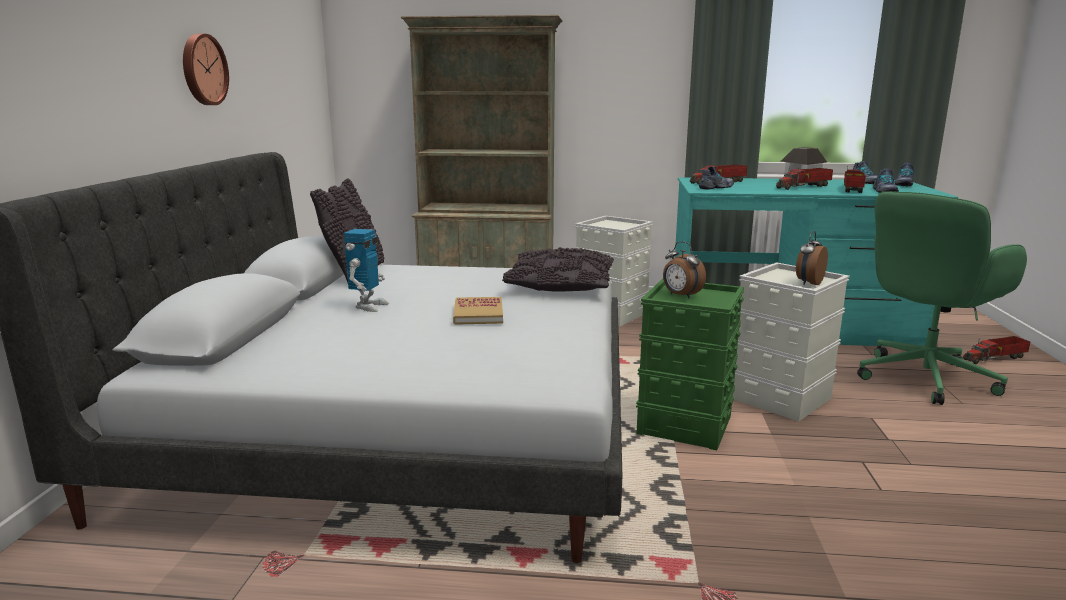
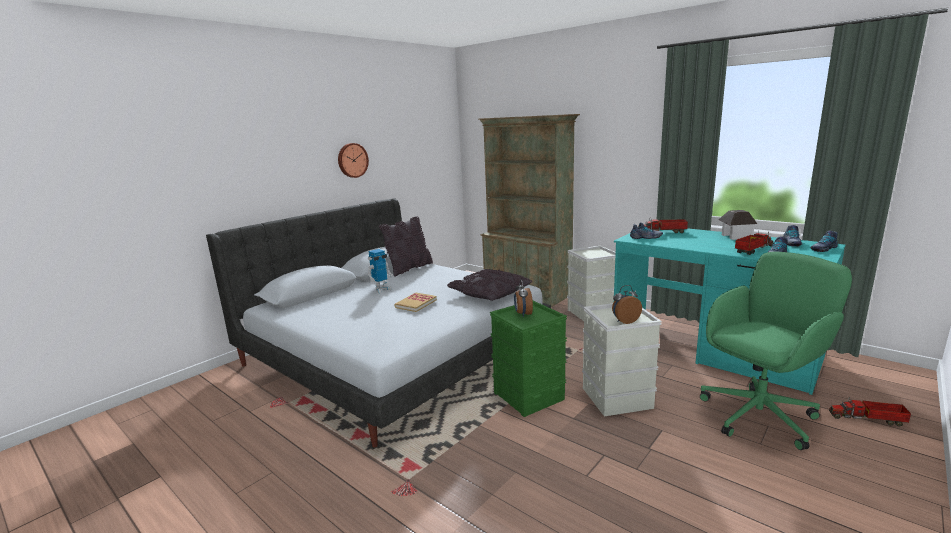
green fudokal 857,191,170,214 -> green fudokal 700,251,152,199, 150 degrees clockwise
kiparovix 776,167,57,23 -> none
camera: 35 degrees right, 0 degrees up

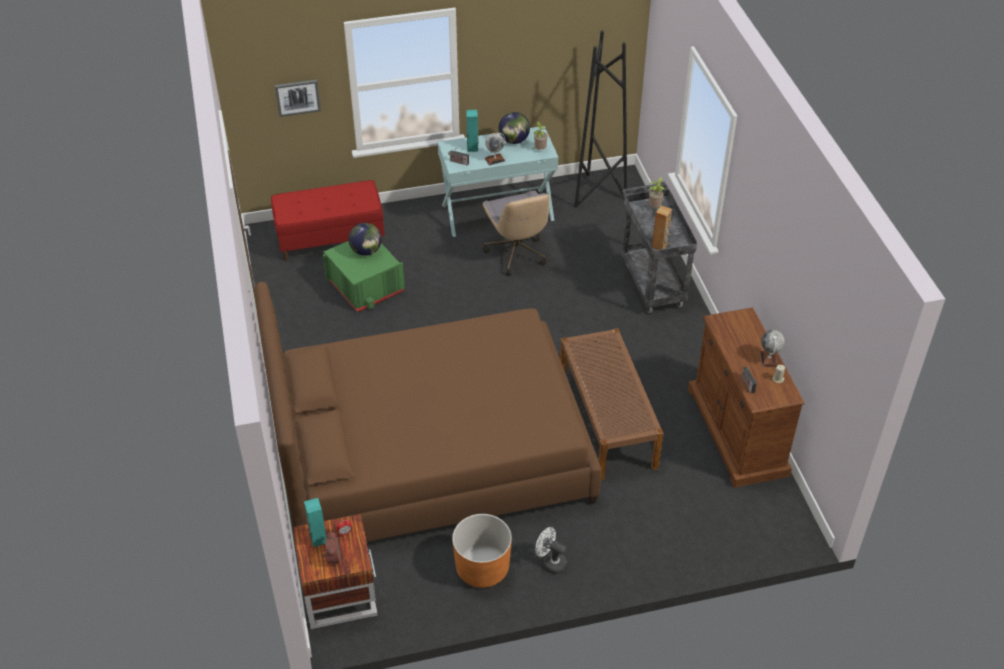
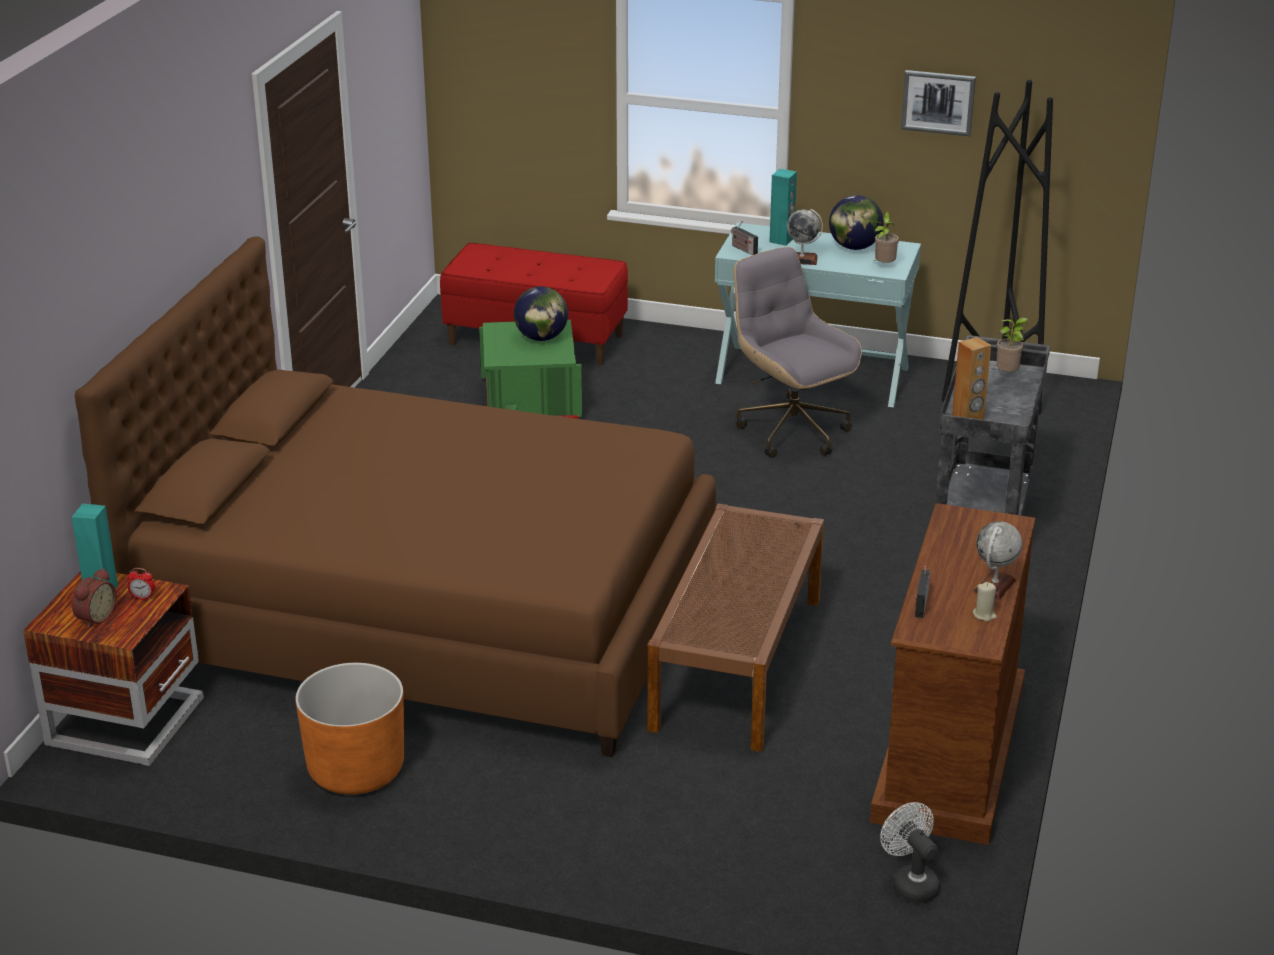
grey fudokal 483,191,66,85 -> grey fudokal 733,247,129,211, 135 degrees clockwise
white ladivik 535,527,32,47 -> white ladivik 880,802,60,101, move
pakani 275,80,46,37 -> pakani 901,70,75,66, move
camera: 30 degrees right, 15 degrees down

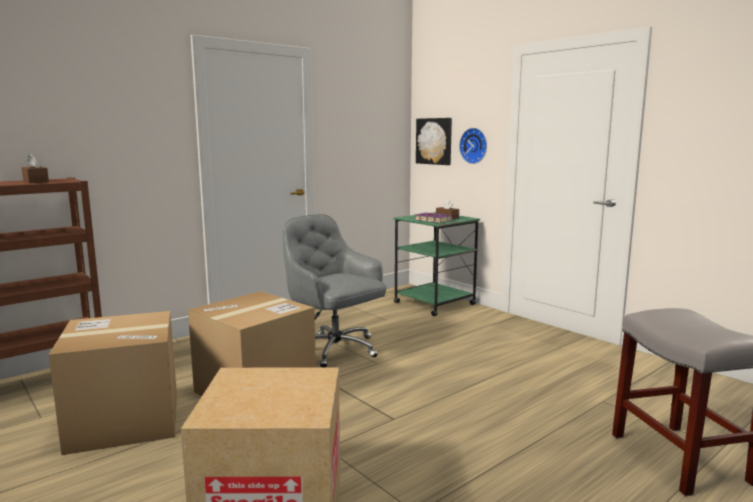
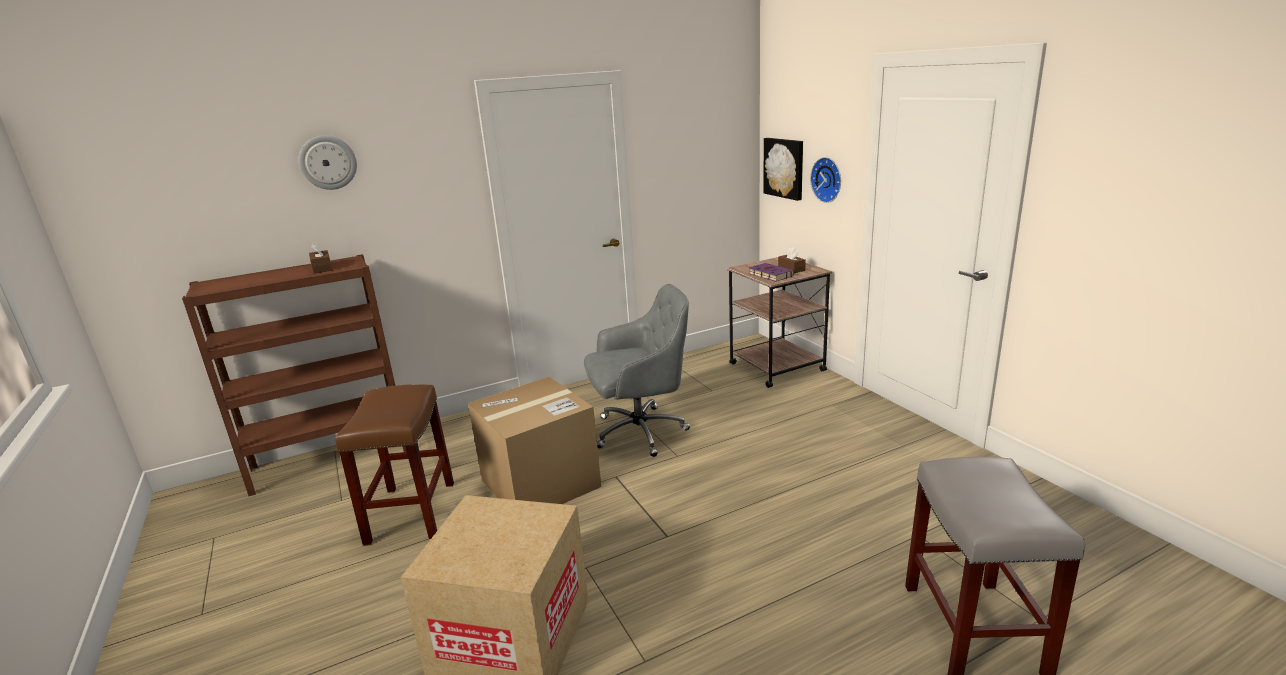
none -> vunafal 299,135,58,55
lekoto 49,311,128,144 -> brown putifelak 335,384,119,162
grey fudokal 283,214,104,153 -> grey fudokal 584,284,106,173, 105 degrees clockwise
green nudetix 393,212,87,104 -> brown nudetix 727,257,105,131
camera: 15 degrees right, 10 degrees up

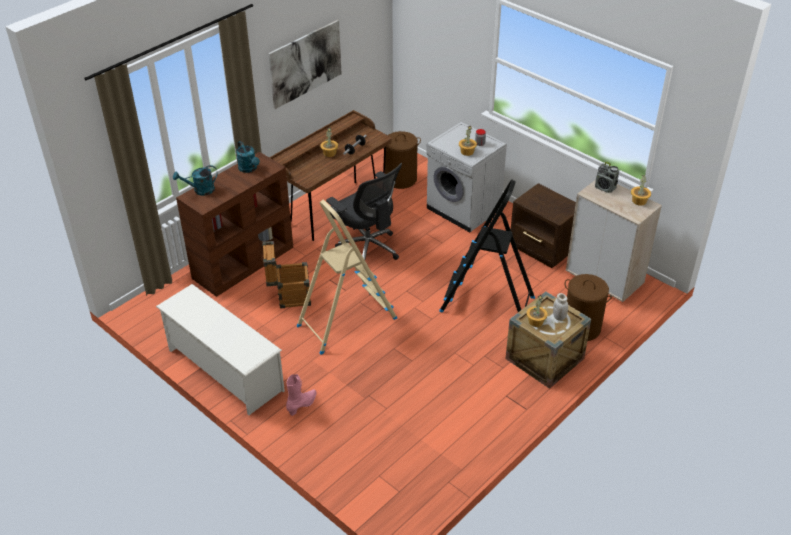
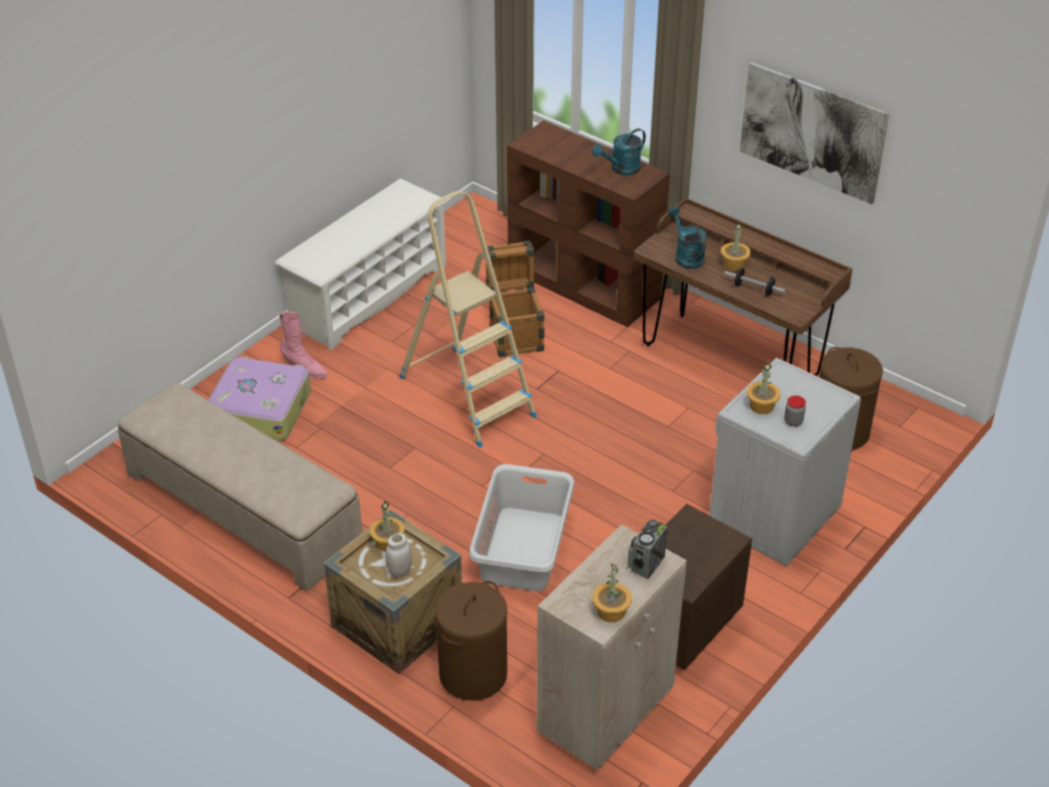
none -> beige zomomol 118,383,244,208
none -> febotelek 208,356,103,85
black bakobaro 439,179,96,133 -> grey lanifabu 469,464,106,127
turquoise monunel 173,165,44,31 -> turquoise monunel 668,206,39,63, move
fudokal 326,163,76,97 -> none
camera: 85 degrees right, 0 degrees up

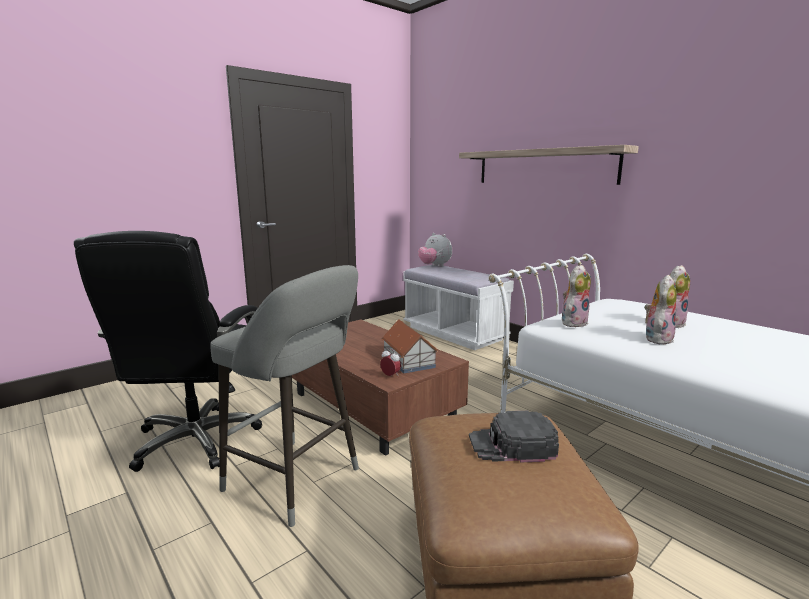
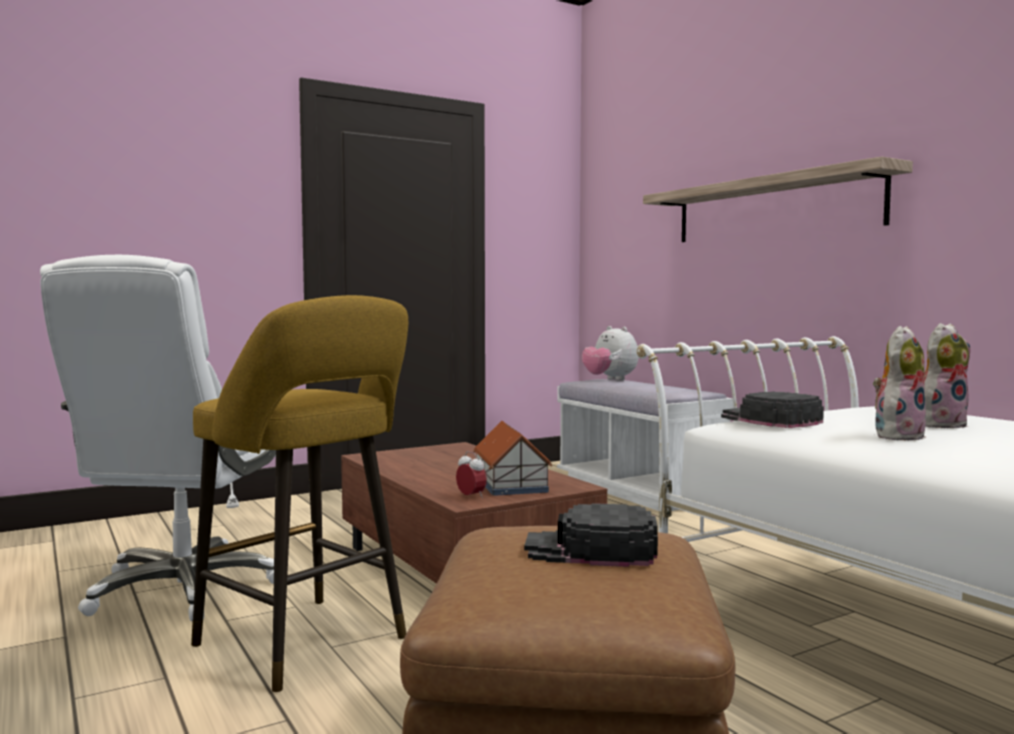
black fudokal 74,231,188,241 -> white fudokal 40,255,236,366
grey putifelak 210,265,149,262 -> yellow putifelak 191,295,217,397
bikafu 562,265,29,62 -> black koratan 721,391,103,37
camera: 10 degrees right, 10 degrees down

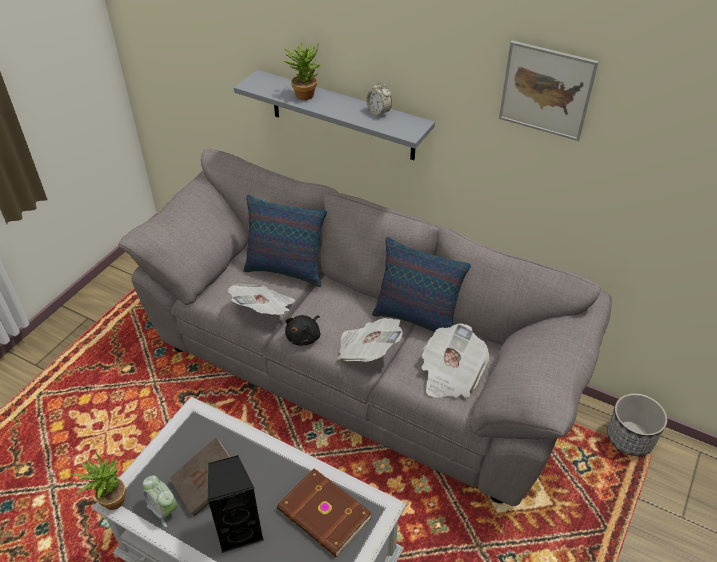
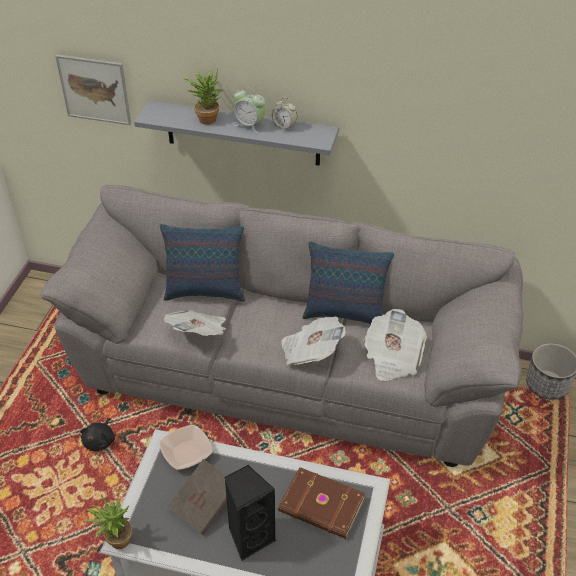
pakani 499,40,100,101 -> pakani 55,54,76,71, move
black bikafu 285,315,35,31 -> black bikafu 80,418,35,33, move
none -> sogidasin 160,425,52,45
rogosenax 143,475,34,52 -> rogosenax 234,87,31,46, move
camera: 15 degrees left, 0 degrees up

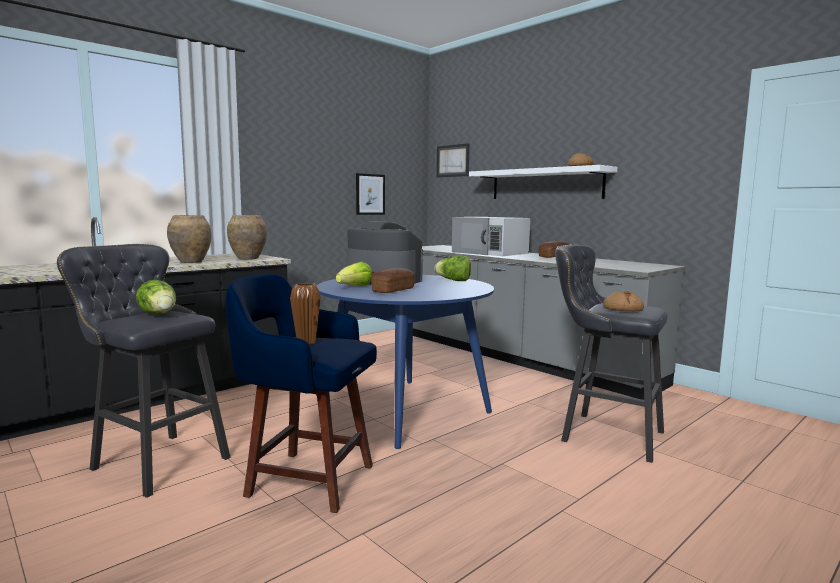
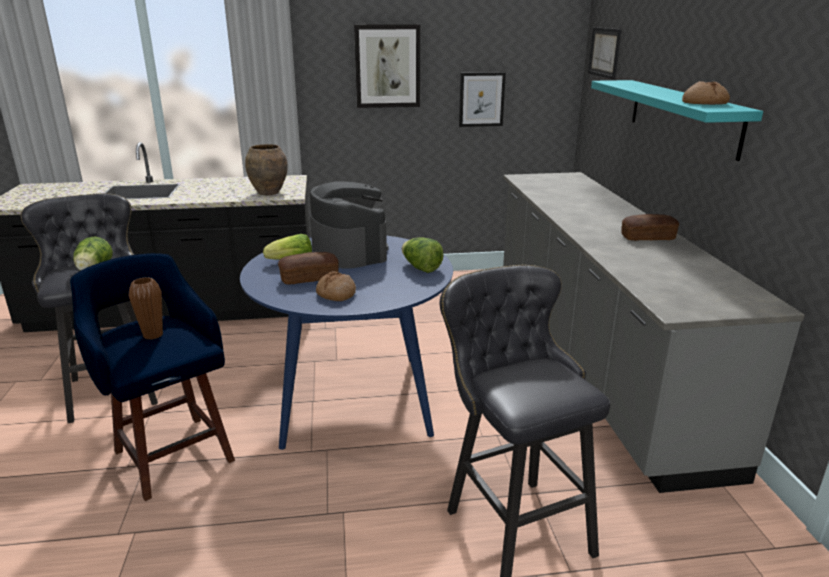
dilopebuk 603,291,41,20 -> dilopebuk 316,271,40,30, move
none -> pakani 354,24,66,84
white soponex 469,165,148,34 -> turquoise soponex 591,80,172,81
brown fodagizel 167,215,45,48 -> none
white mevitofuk 452,217,78,39 -> none
camera: 35 degrees right, 15 degrees up

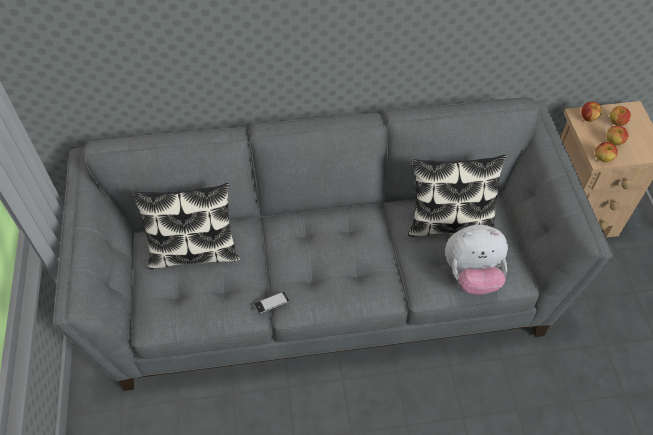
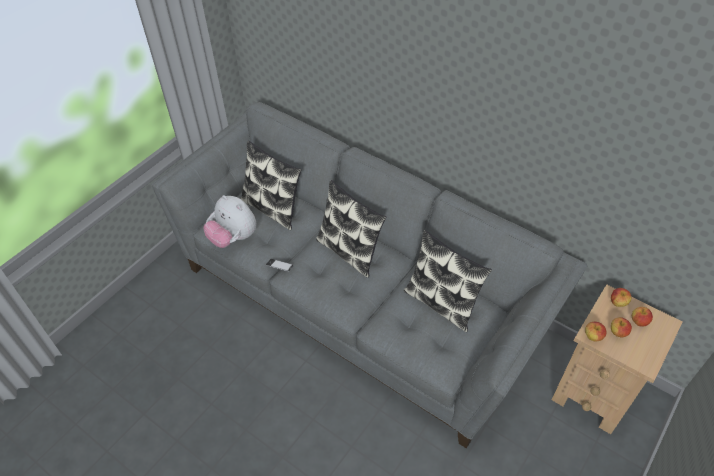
bikafu 445,225,63,70 -> bikafu 203,195,54,53, move
none -> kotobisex 316,180,71,98
camera: 45 degrees right, 5 degrees down

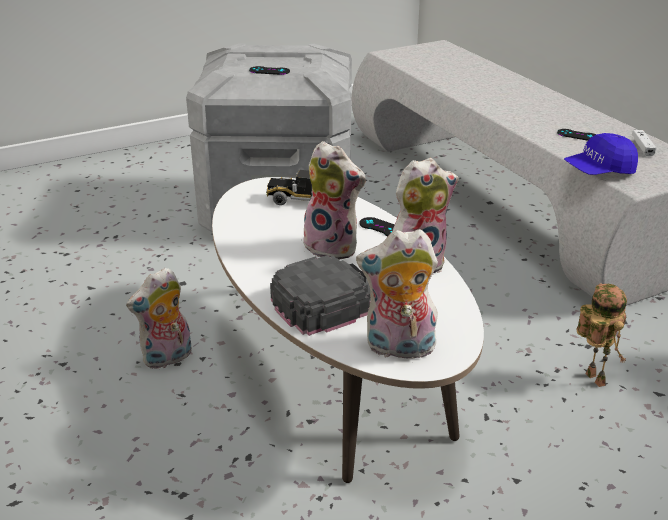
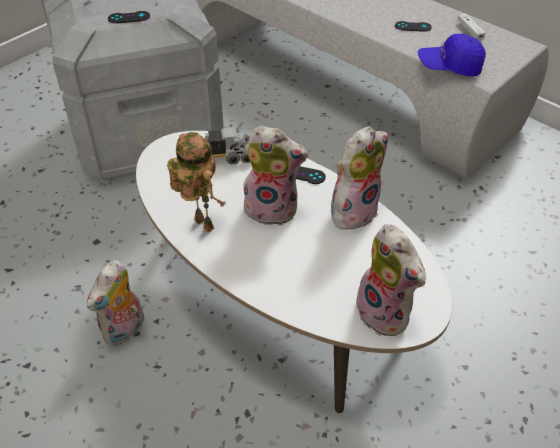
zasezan 577,283,50,104 -> zasezan 167,132,59,100, move
bikafu 356,229,83,134 -> bikafu 353,225,73,111, 105 degrees counterclockwise
blue koratan 564,133,74,42 -> blue koratan 418,34,68,42, 45 degrees clockwise
black koratan 270,255,101,81 -> none
camera: 20 degrees left, 15 degrees up

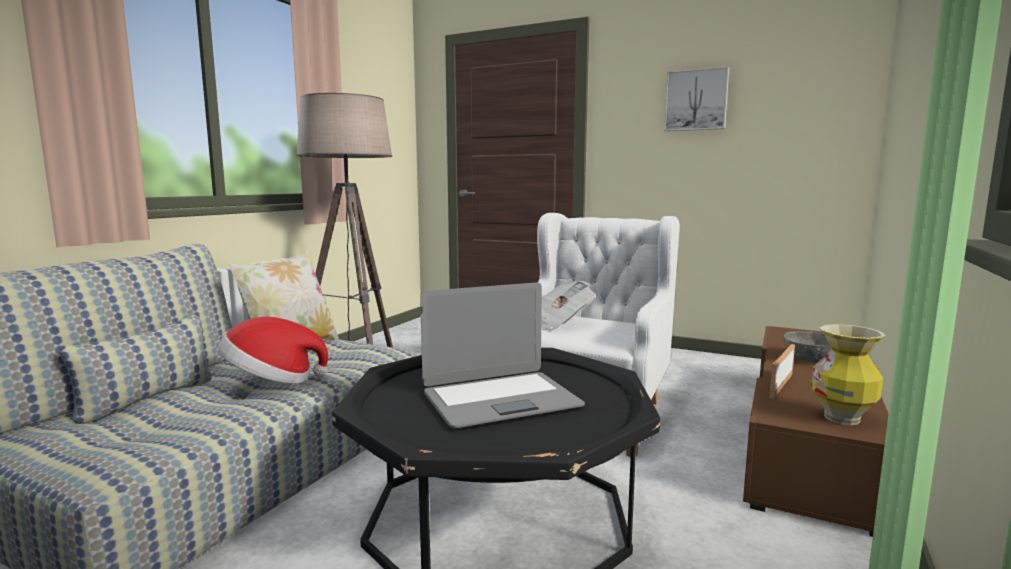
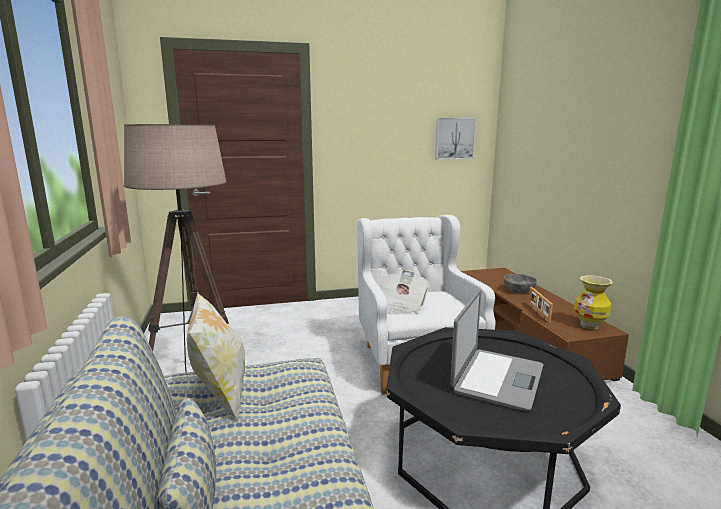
pakani 664,66,65,65 -> pakani 435,118,41,41, move
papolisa 218,316,110,68 -> none
camera: 40 degrees left, 5 degrees up

